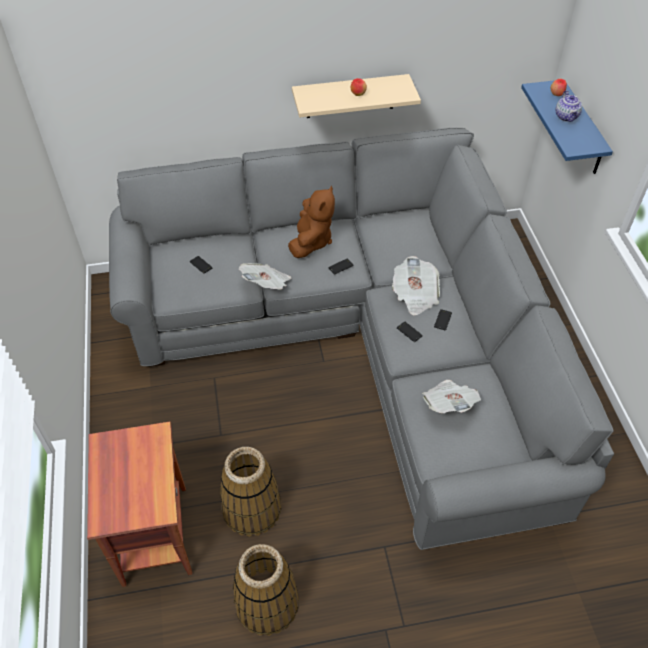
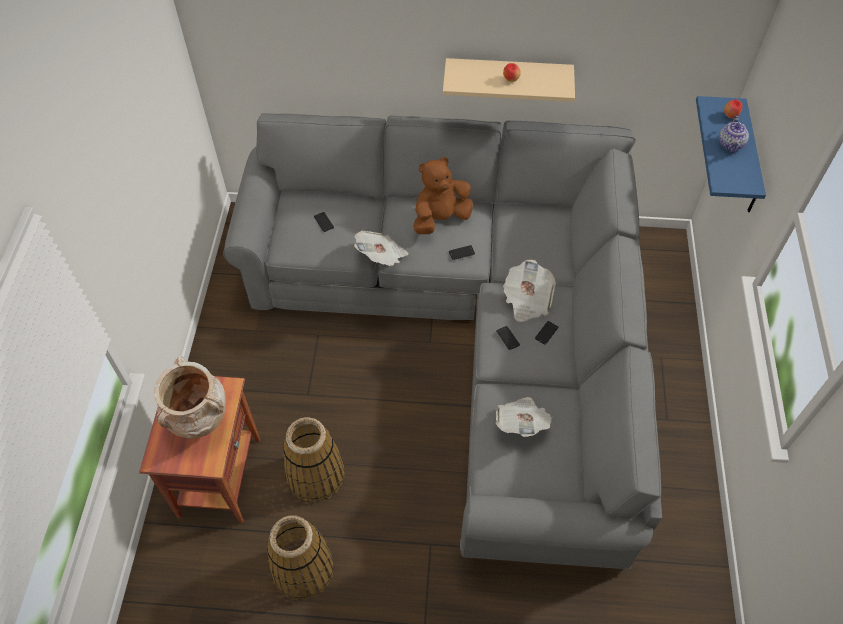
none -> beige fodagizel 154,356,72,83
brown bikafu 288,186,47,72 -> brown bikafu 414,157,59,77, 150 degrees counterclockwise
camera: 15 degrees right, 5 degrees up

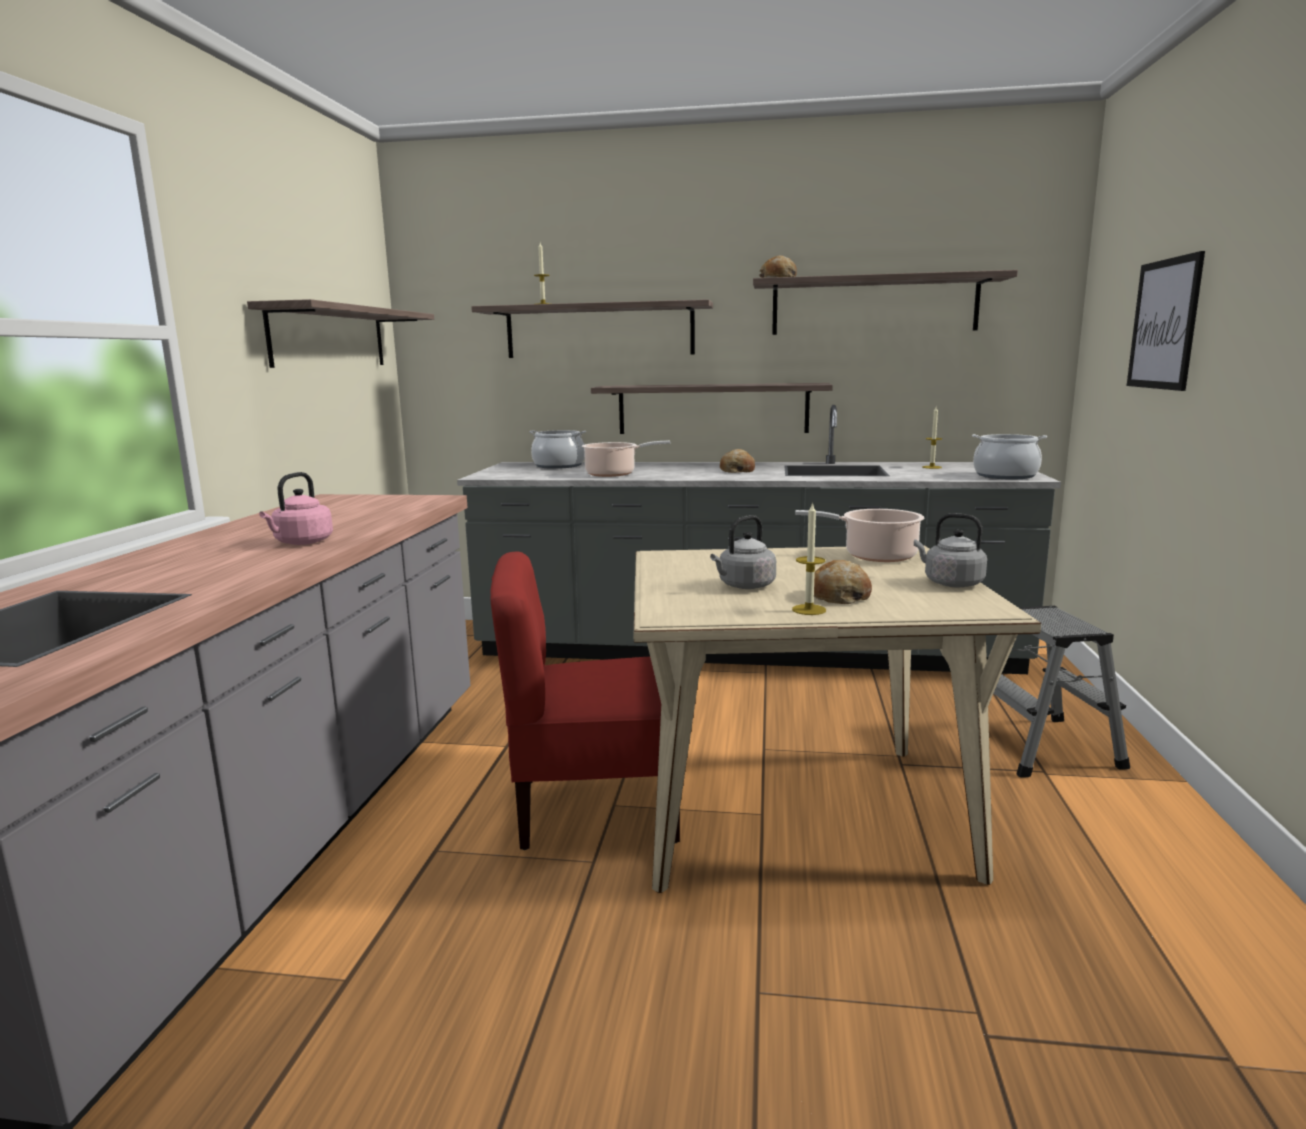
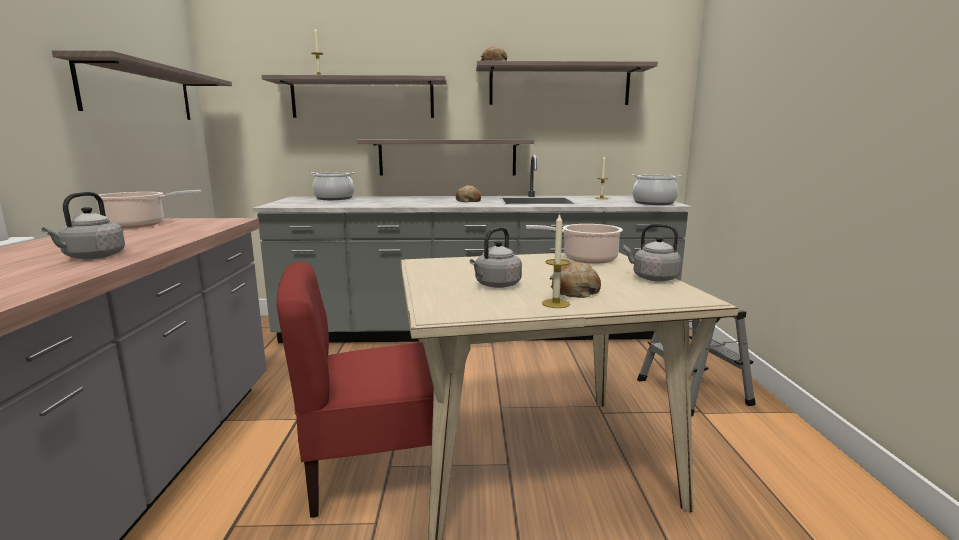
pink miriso 259,472,74,73 -> grey miriso 42,192,83,67
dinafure 582,441,89,36 -> dinafure 97,190,105,38, move
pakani 1127,251,78,140 -> none
camera: 10 degrees left, 0 degrees up

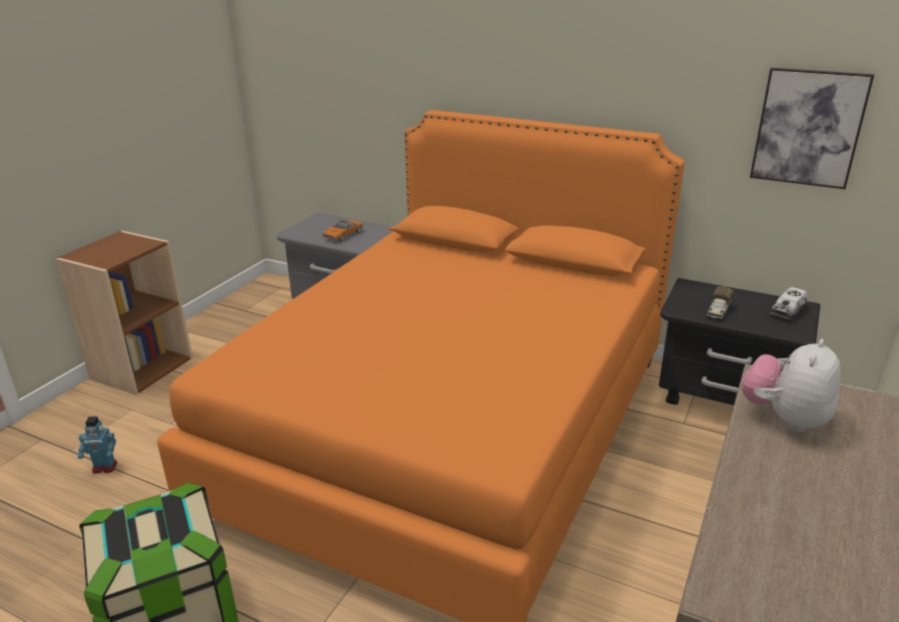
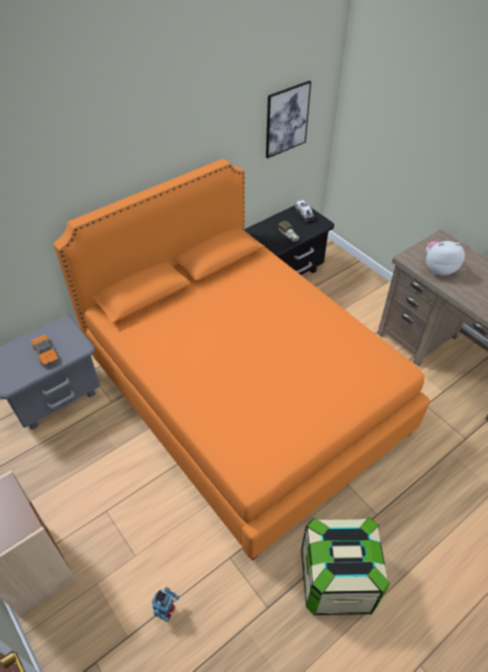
bikafu 742,339,99,93 -> bikafu 426,241,39,34, 120 degrees clockwise
camera: 65 degrees left, 20 degrees up

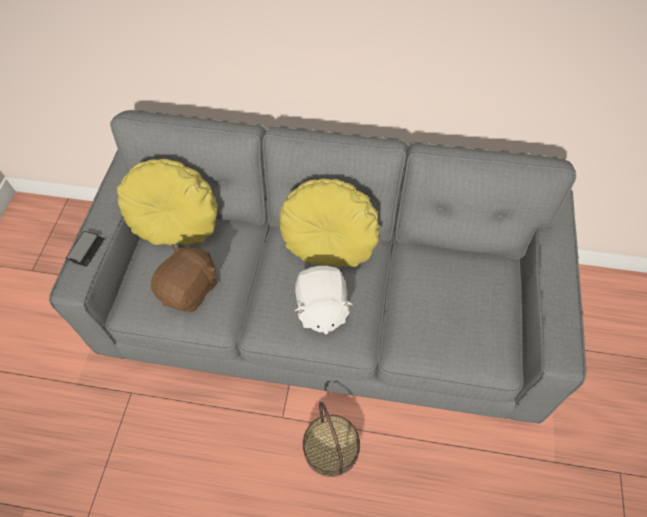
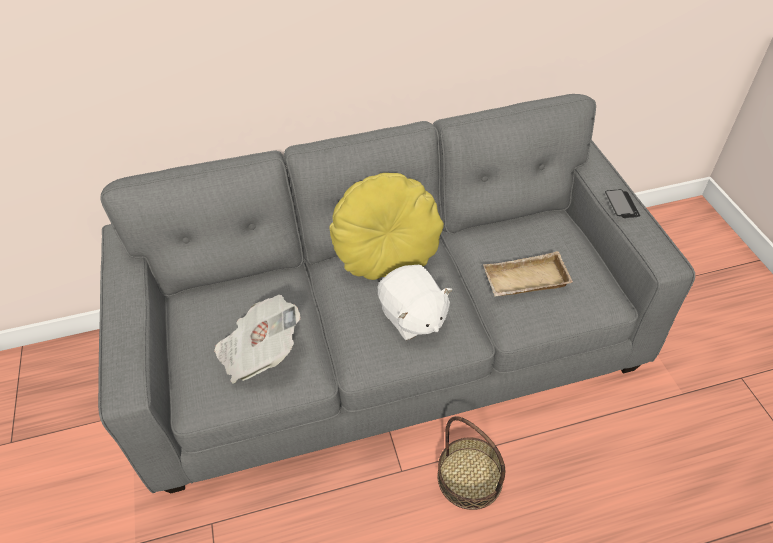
brown bikafu 151,244,66,68 -> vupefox 214,295,87,89
none -> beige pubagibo 483,251,90,46
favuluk 66,231,38,35 -> favuluk 605,189,35,29, move
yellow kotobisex 117,159,101,86 -> none
camera: 25 degrees left, 10 degrees down

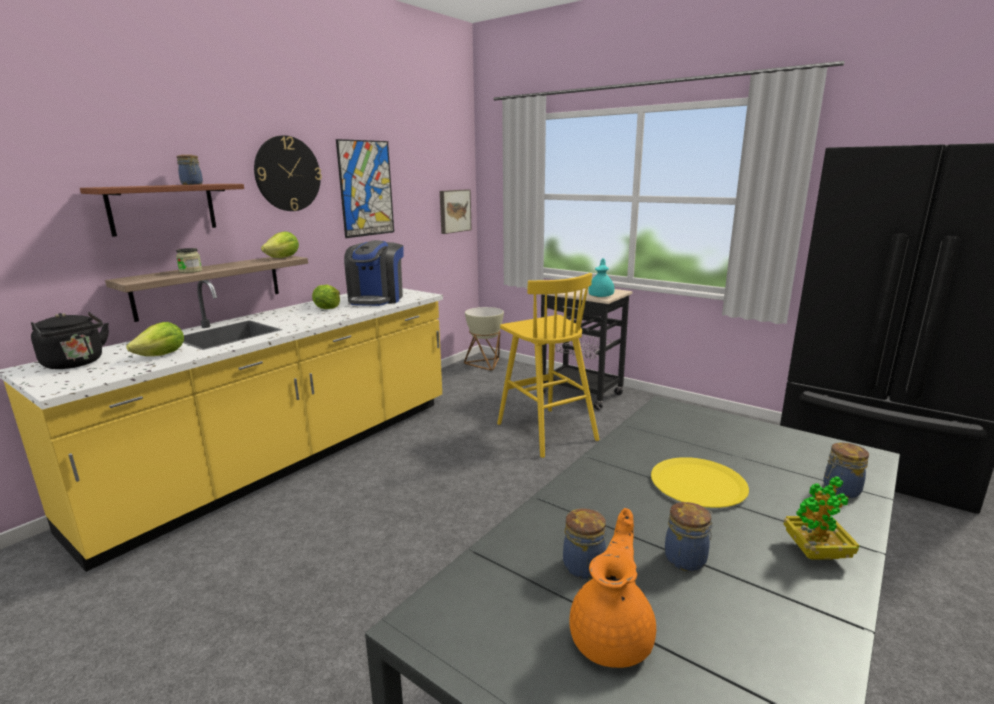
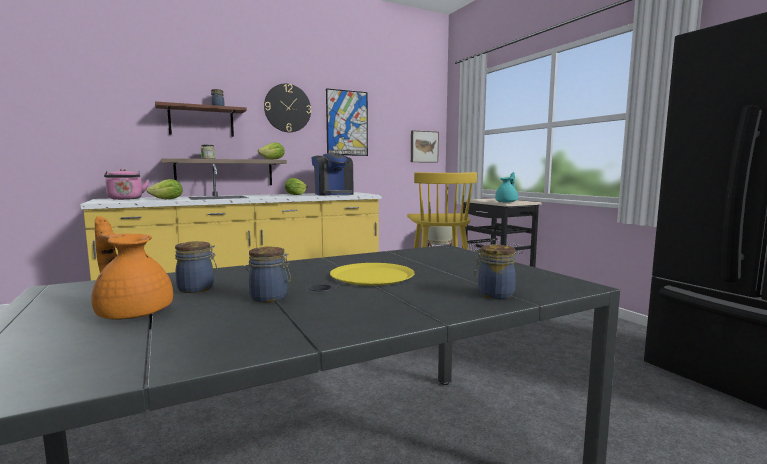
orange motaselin 569,508,87,160 -> orange motaselin 91,216,82,104, 105 degrees counterclockwise
black miriso 31,312,78,57 -> pink miriso 104,169,45,31
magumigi 344,240,60,66 -> magumigi 311,153,42,42, 60 degrees counterclockwise
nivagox 784,476,75,84 -> none
camera: 25 degrees right, 10 degrees down

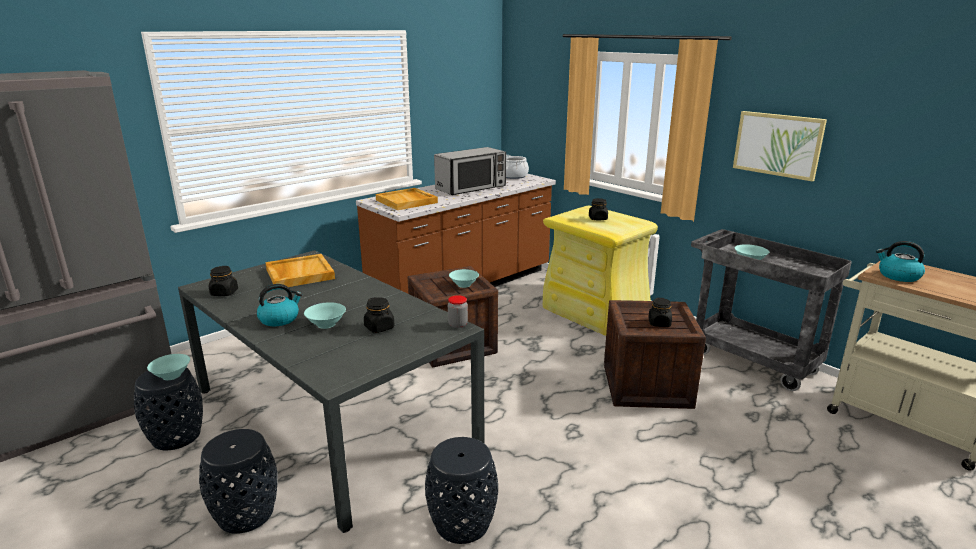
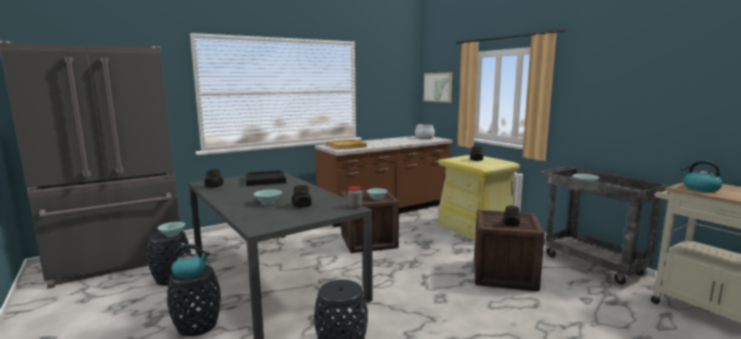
miriso 257,284,45,42 -> miriso 172,244,38,34, move
beige pubagibo 265,254,70,33 -> black pubagibo 246,170,40,16
pakani 733,111,94,71 -> pakani 423,72,29,31, move
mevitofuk 434,147,72,48 -> none
camera: 10 degrees right, 10 degrees down

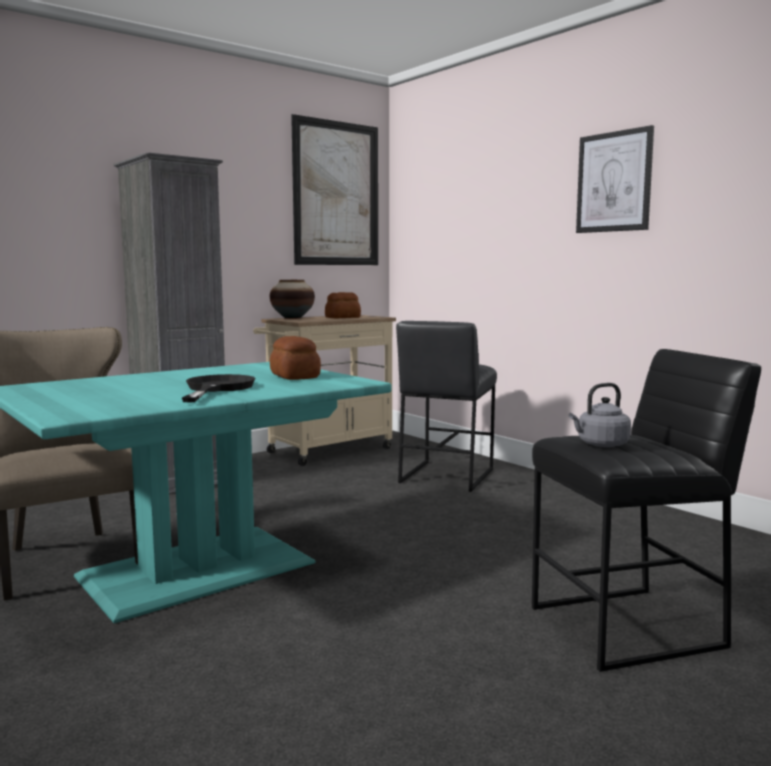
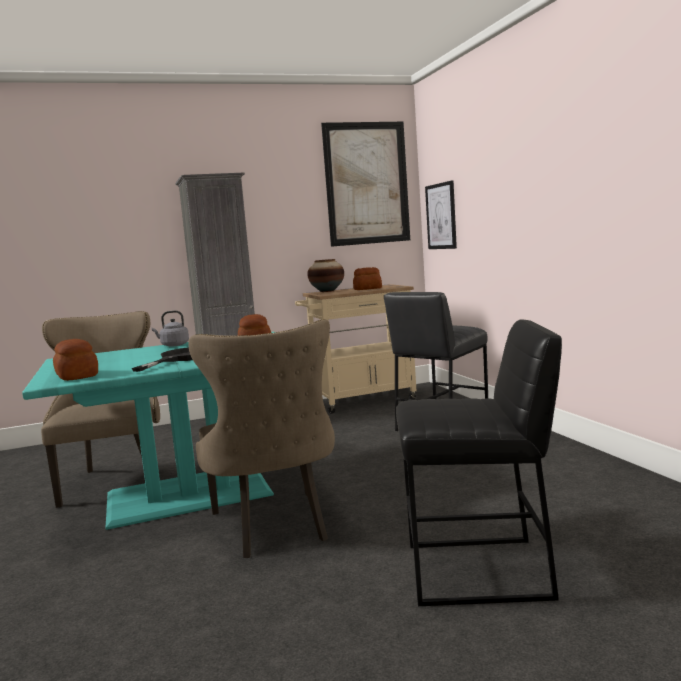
none -> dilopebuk 53,339,45,42
grey miriso 569,383,62,64 -> grey miriso 152,310,37,37, move
none -> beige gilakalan 189,319,146,239
pakani 576,125,78,108 -> pakani 425,181,32,68, move
camera: 20 degrees right, 0 degrees up

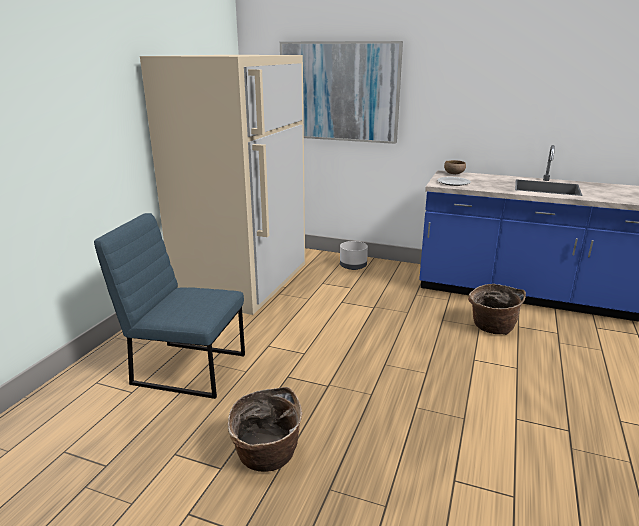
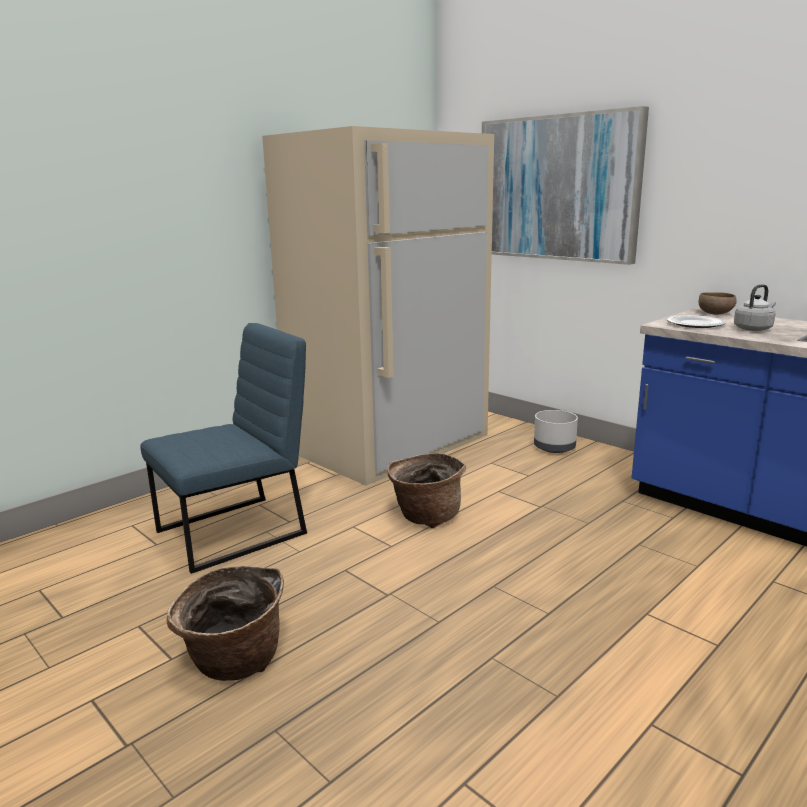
blue gilakalan 94,213,151,186 -> blue gilakalan 140,323,167,251, 105 degrees clockwise
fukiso 468,284,58,51 -> fukiso 387,453,79,75, move
none -> grey miriso 734,284,42,47
camera: 25 degrees right, 5 degrees down

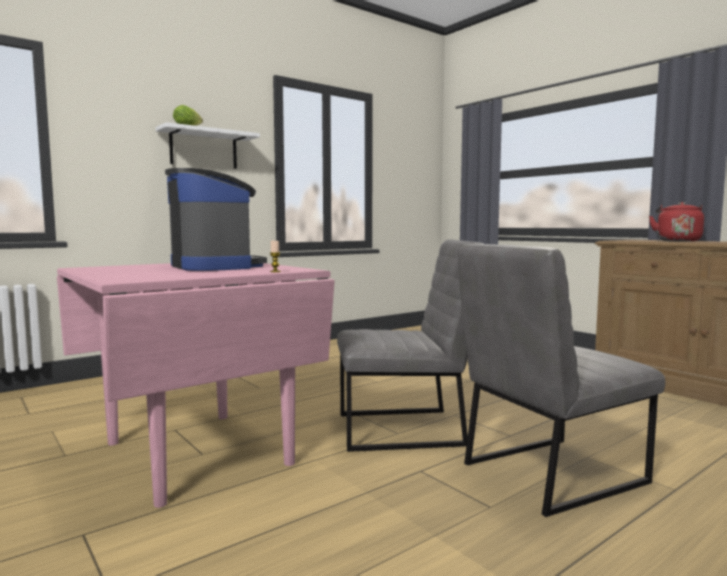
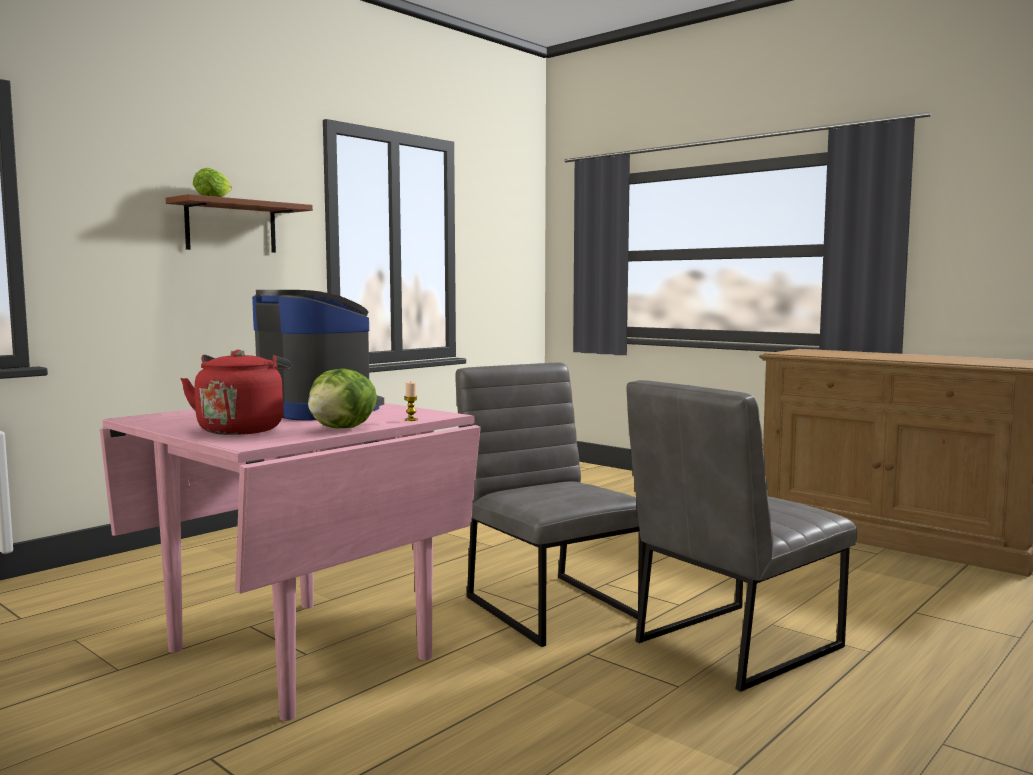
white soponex 156,122,104,47 -> brown soponex 166,194,147,59
red miriso 649,202,55,40 -> red miriso 181,350,111,85, move
none -> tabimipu 308,369,69,59
grey gilakalan 337,239,146,213 -> grey gilakalan 455,363,191,284, 105 degrees counterclockwise
camera: 10 degrees left, 0 degrees up

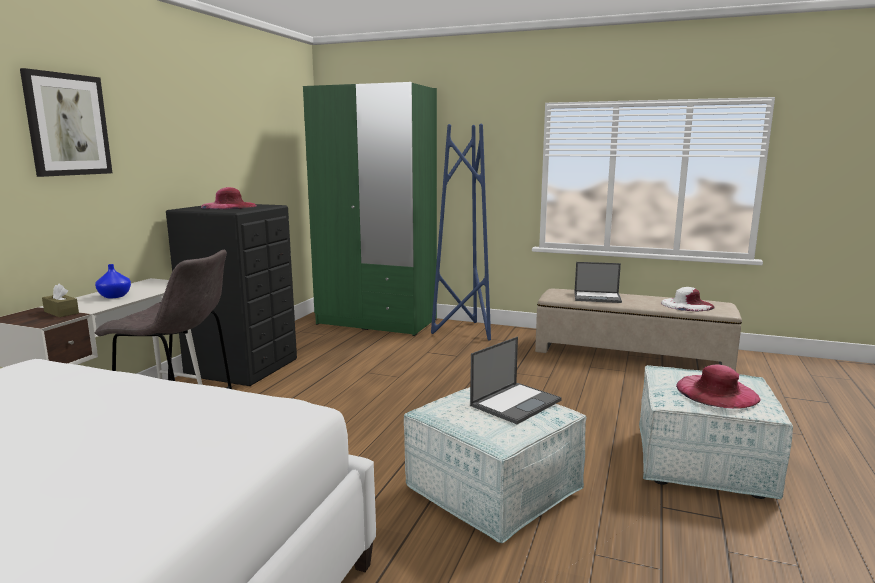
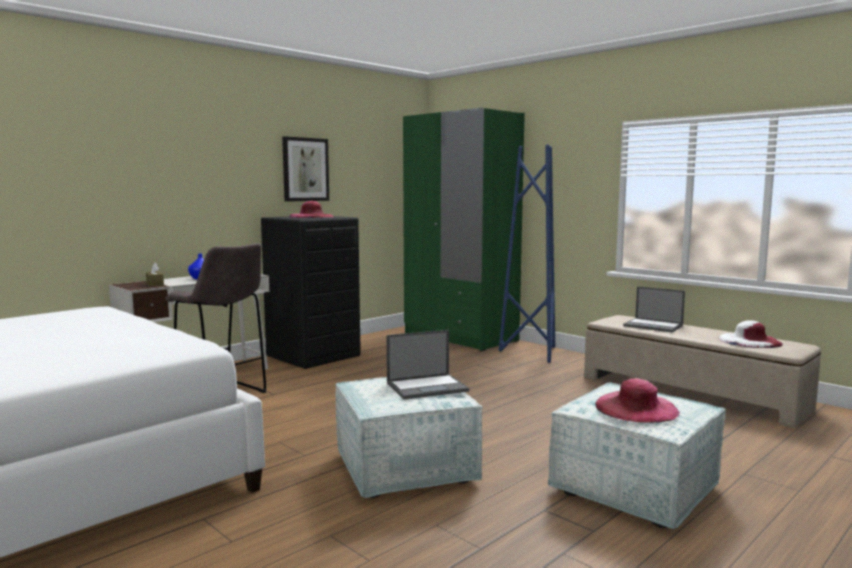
pakani 20,68,92,109 -> pakani 282,136,47,66, move
camera: 25 degrees right, 5 degrees down

